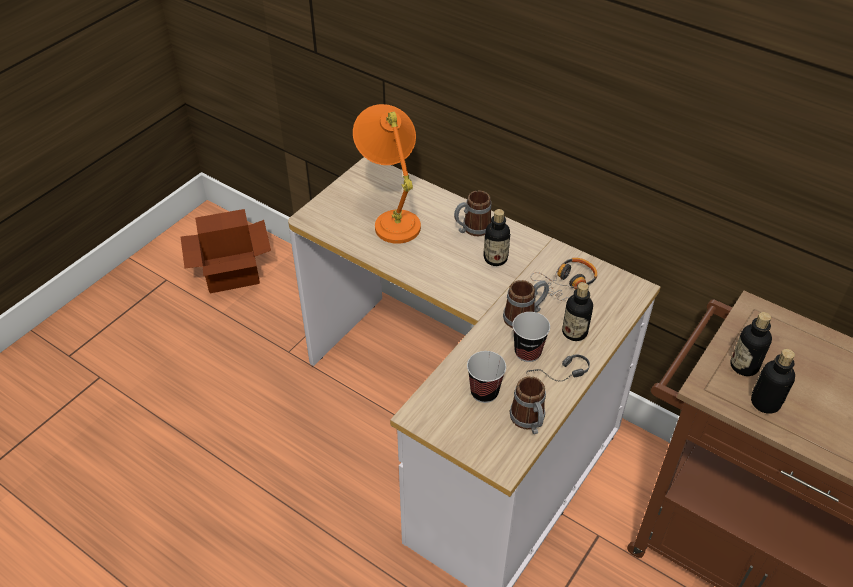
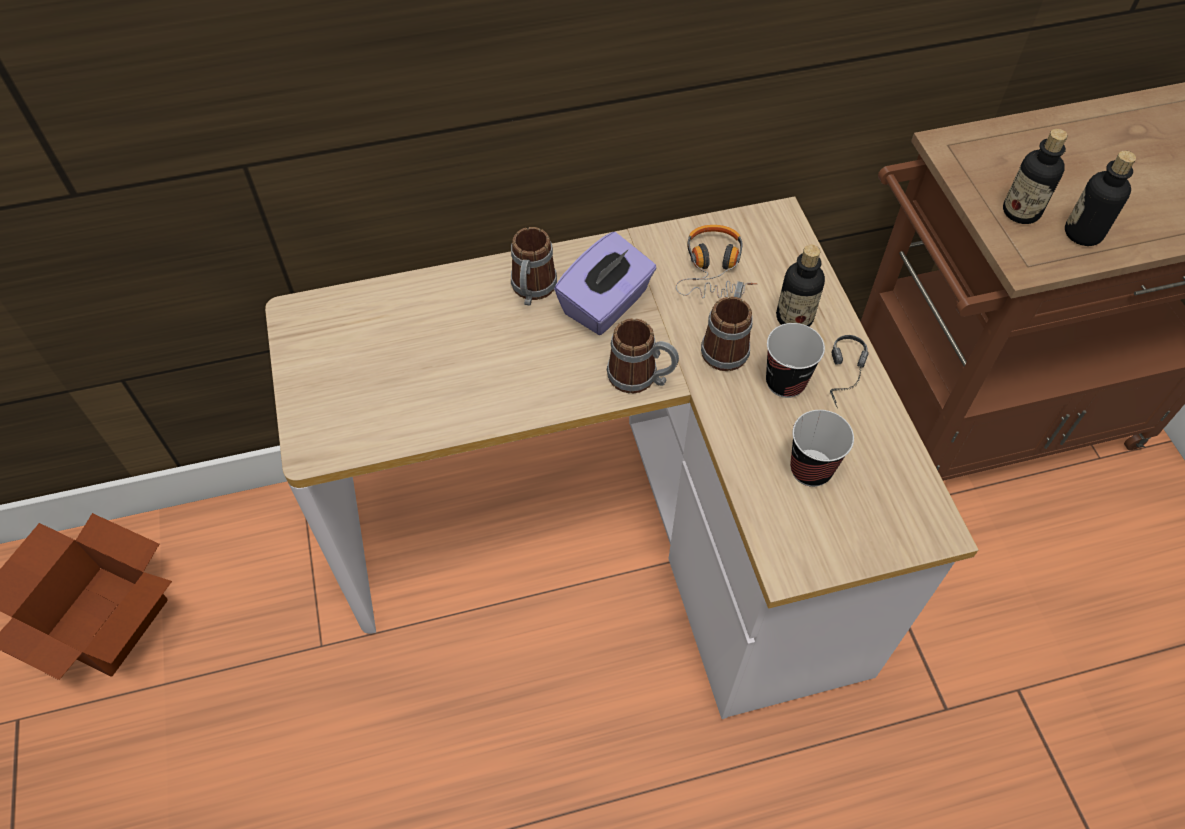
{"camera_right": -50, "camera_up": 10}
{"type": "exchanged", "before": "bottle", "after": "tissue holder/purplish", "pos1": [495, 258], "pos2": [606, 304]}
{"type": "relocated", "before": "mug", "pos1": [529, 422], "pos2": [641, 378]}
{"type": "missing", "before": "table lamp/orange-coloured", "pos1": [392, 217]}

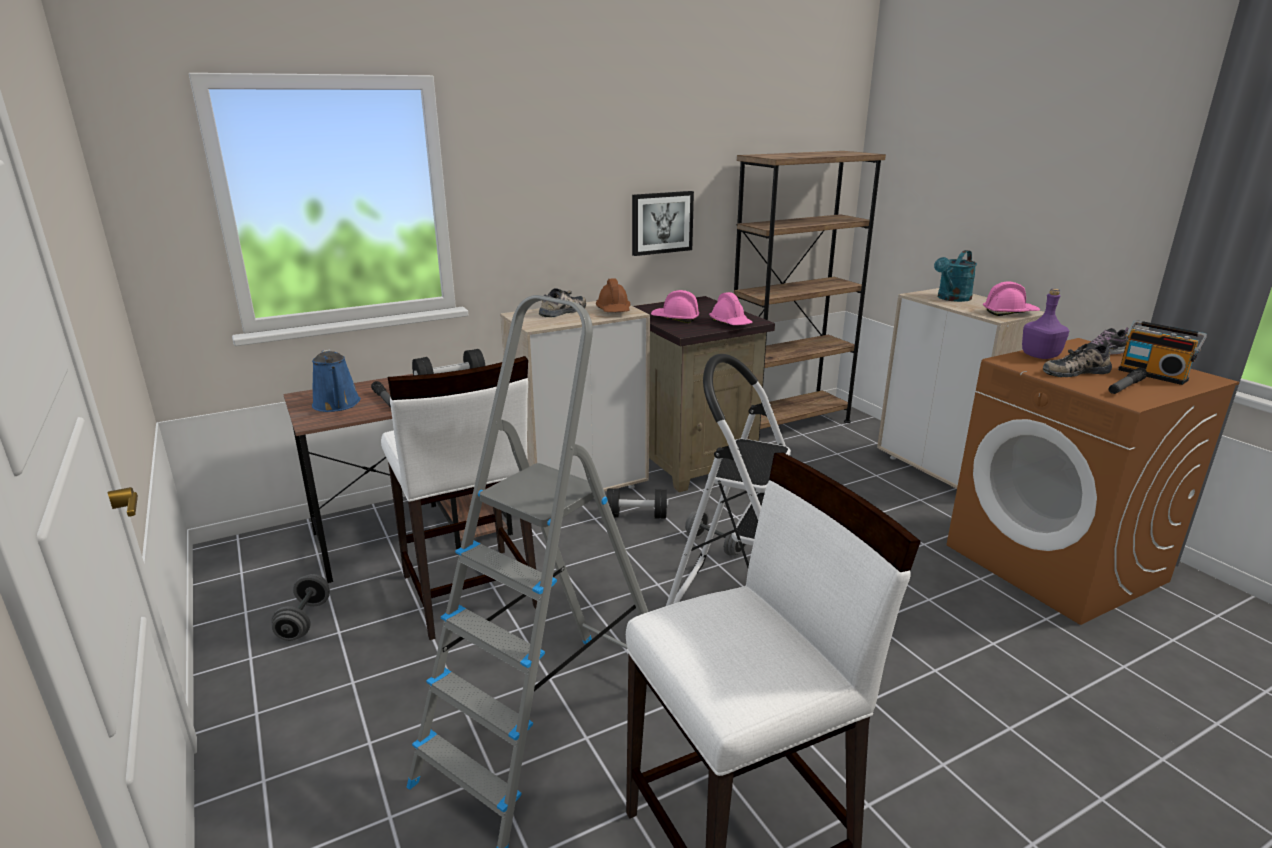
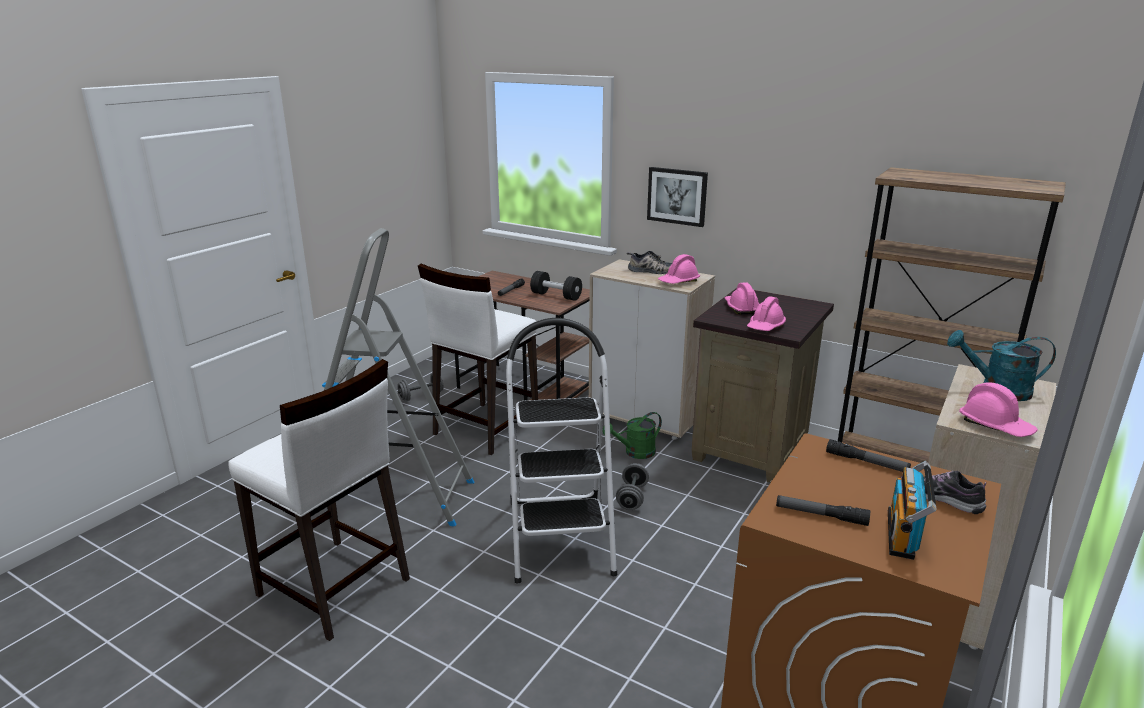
{"camera_right": 60, "camera_up": 0}
{"type": "exchanged", "before": "free weight/black-coloured", "after": "watering pot/green-coloured", "pos1": [636, 516], "pos2": [635, 453]}
{"type": "relocated", "before": "wall art", "pos1": [661, 222], "pos2": [677, 196]}
{"type": "colour", "before": "hard hat/brownish", "after": "hard hat/pink", "pos1": [614, 310], "pos2": [678, 281]}
{"type": "exchanged", "before": "bottle/purplish", "after": "flashlight", "pos1": [1041, 356], "pos2": [866, 462]}
{"type": "missing", "before": "watering pot/blue-coloured", "pos1": [337, 405]}
{"type": "missing", "before": "item of footwear", "pos1": [1075, 371]}

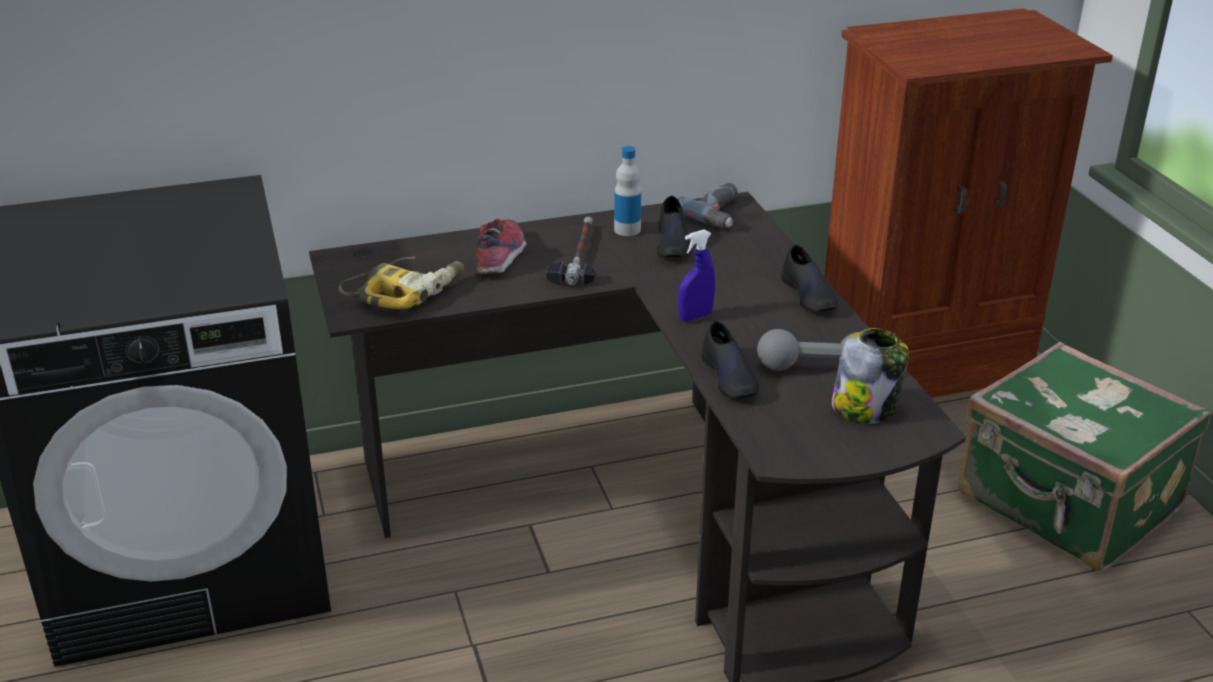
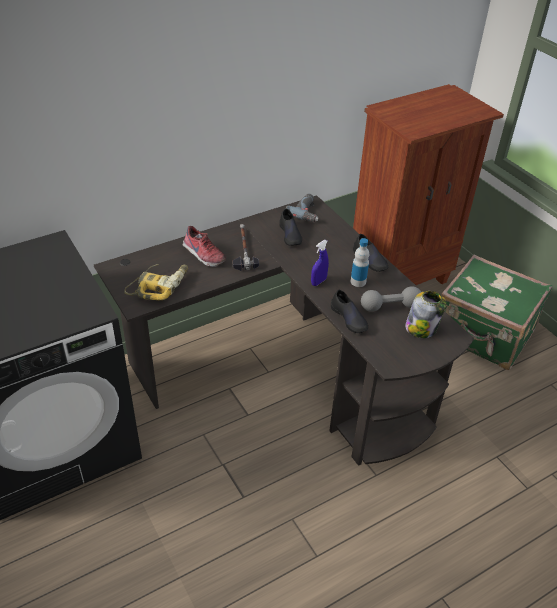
{"camera_right": -15, "camera_up": 10}
{"type": "spun", "before": "item of footwear", "pos1": [502, 256], "pos2": [203, 255], "turn": 135}
{"type": "relocated", "before": "bottle", "pos1": [627, 229], "pos2": [358, 282]}

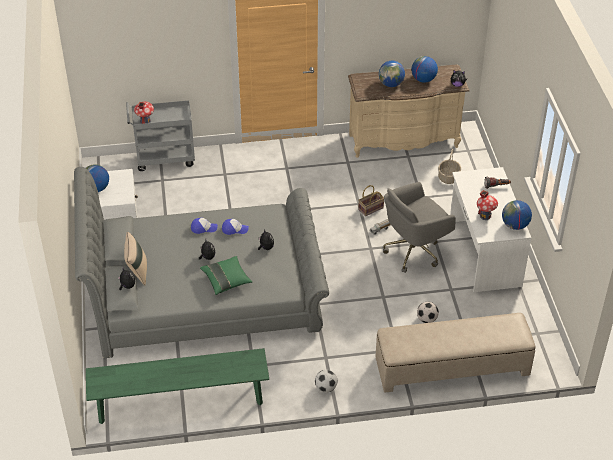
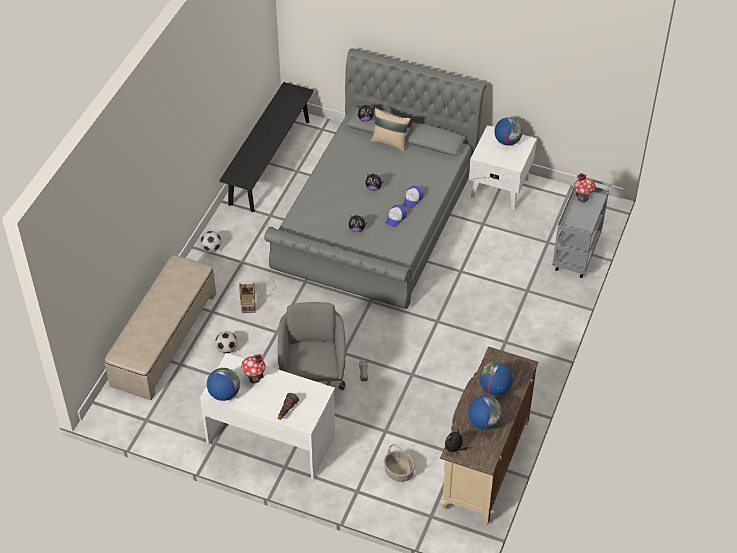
{"camera_right": 120, "camera_up": 5}
{"type": "colour", "before": "bench/green-coloured", "after": "bench/black-coloured", "pos1": [180, 402], "pos2": [269, 162]}
{"type": "relocated", "before": "storage basket", "pos1": [370, 209], "pos2": [248, 303]}
{"type": "missing", "before": "throw pillow/green-coloured", "pos1": [226, 280]}

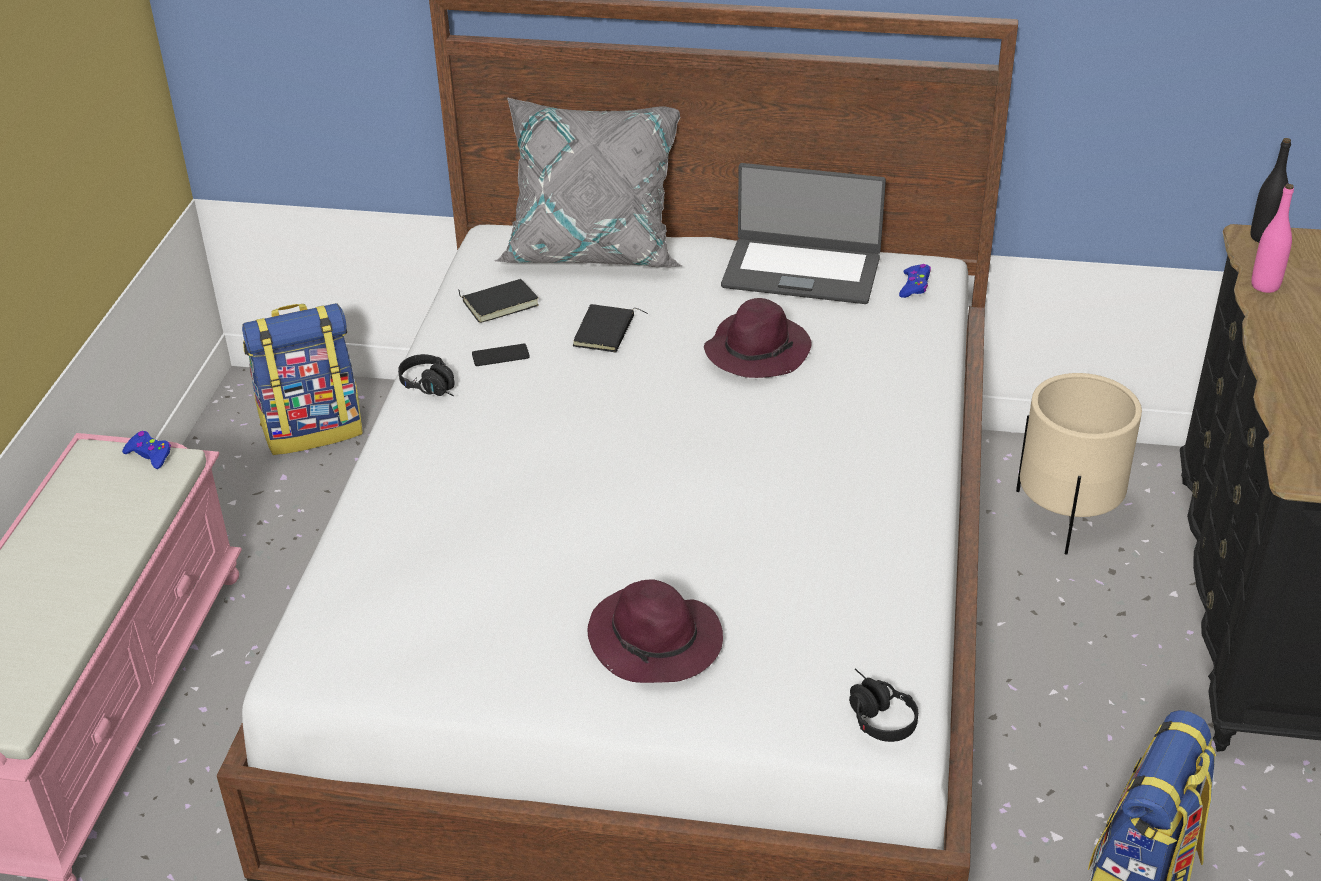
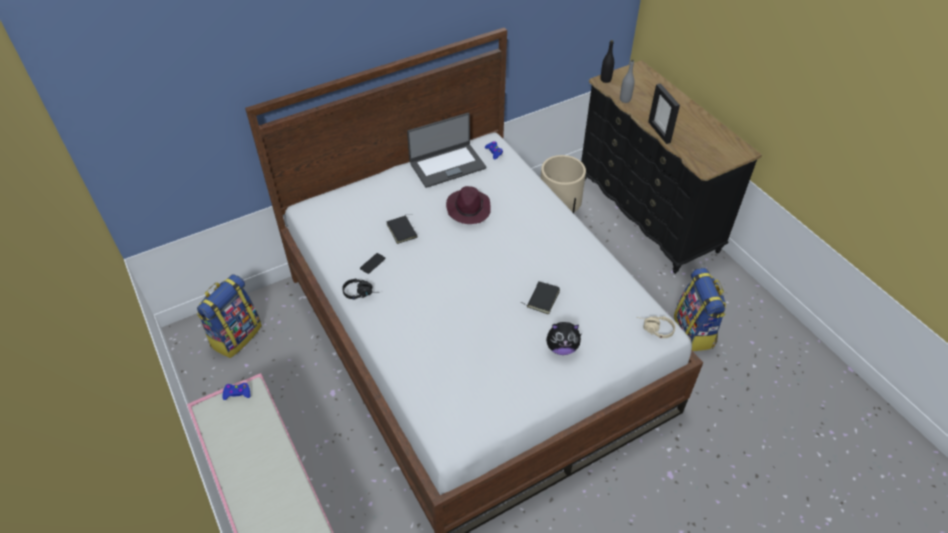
{"camera_right": -40, "camera_up": 10}
{"type": "relocated", "before": "volume/black-coloured", "pos1": [500, 303], "pos2": [542, 298]}
{"type": "exchanged", "before": "wearable hat/purplish", "after": "cuddly toy", "pos1": [657, 642], "pos2": [561, 347]}
{"type": "colour", "before": "bottle/pink", "after": "bottle/greyish", "pos1": [1265, 286], "pos2": [625, 99]}
{"type": "colour", "before": "pair of headphones/black-coloured", "after": "pair of headphones/beige", "pos1": [874, 714], "pos2": [654, 329]}
{"type": "appeared", "after": "photo frame", "pos2": [660, 132]}
{"type": "missing", "before": "throw pillow/greyish", "pos1": [594, 247]}

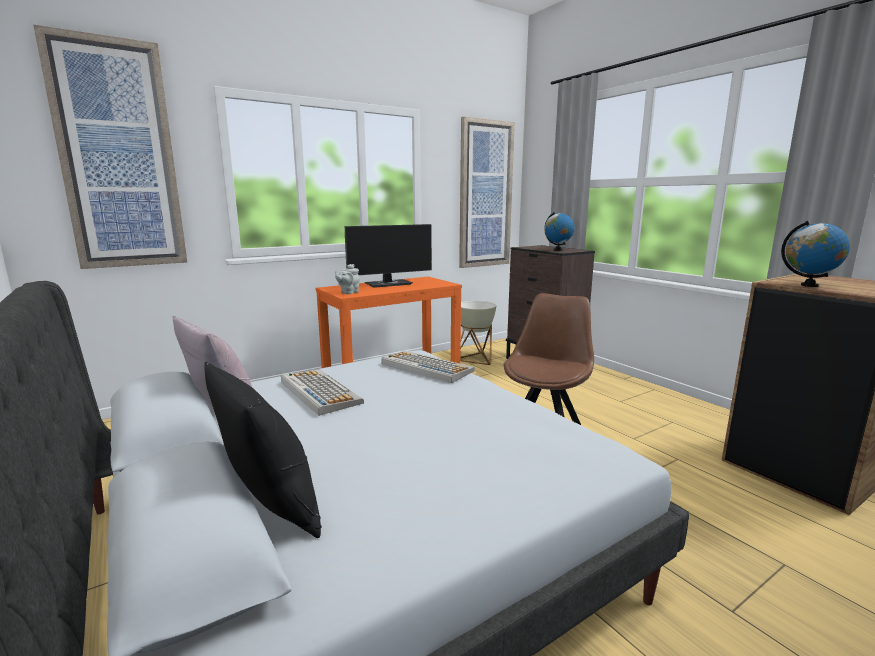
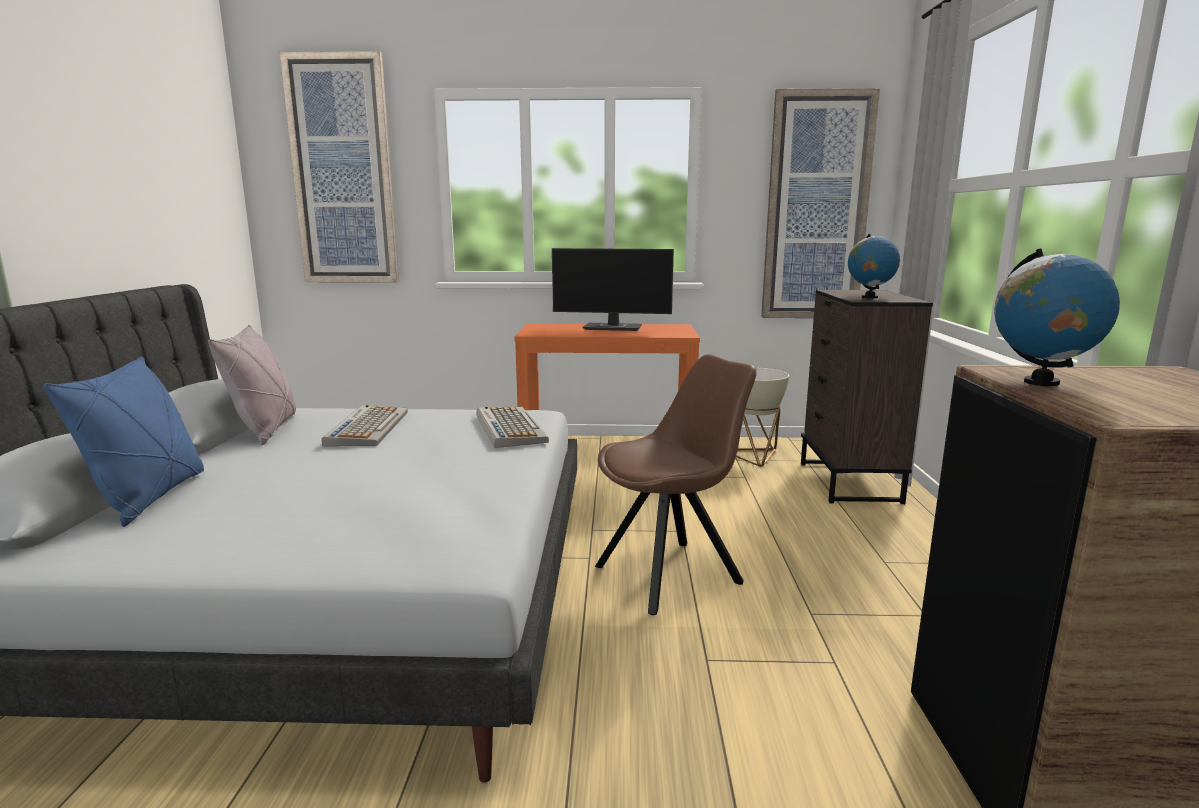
{"camera_right": 35, "camera_up": 0}
{"type": "colour", "before": "throw pillow/black-coloured", "after": "throw pillow/blue-coloured", "pos1": [271, 506], "pos2": [150, 497]}
{"type": "missing", "before": "tea pot/greyish", "pos1": [348, 292]}

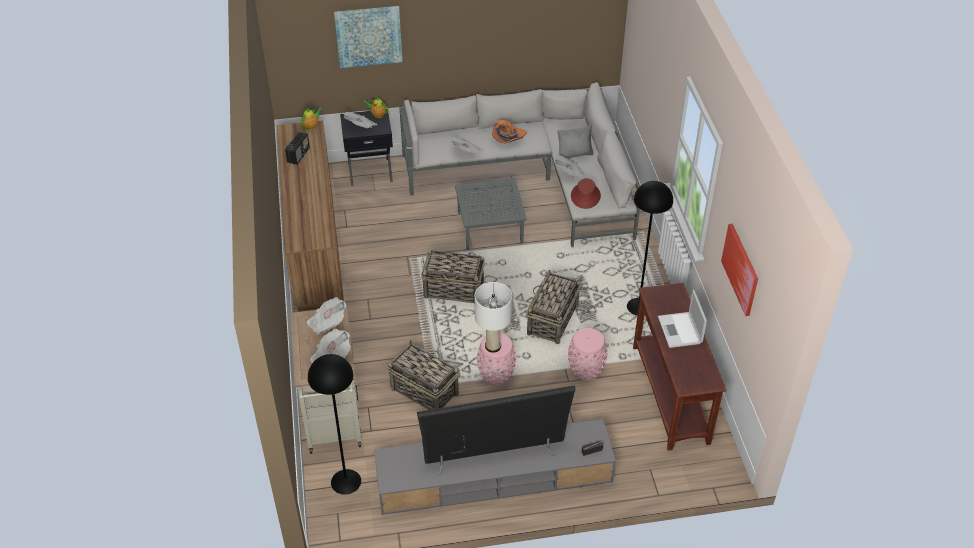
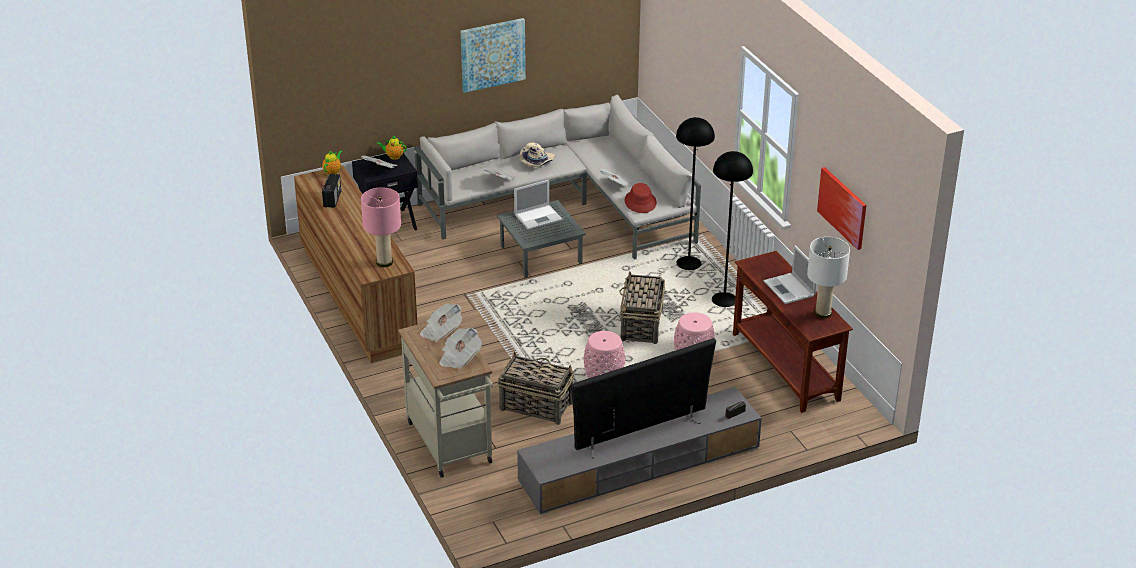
{"camera_right": -15, "camera_up": -10}
{"type": "appeared", "after": "table lamp/pink", "pos2": [384, 262]}
{"type": "relocated", "before": "wall art", "pos1": [368, 36], "pos2": [492, 54]}
{"type": "appeared", "after": "laptop", "pos2": [539, 217]}
{"type": "colour", "before": "wearable hat/orange-coloured", "after": "wearable hat/beige", "pos1": [508, 138], "pos2": [537, 163]}
{"type": "relocated", "before": "floor lamp/black-coloured", "pos1": [345, 481], "pos2": [688, 263]}
{"type": "relocated", "before": "table lamp/white", "pos1": [493, 346], "pos2": [823, 313]}
{"type": "missing", "before": "storage basket", "pos1": [454, 290]}
{"type": "missing", "before": "throw pillow/greyish", "pos1": [575, 154]}

